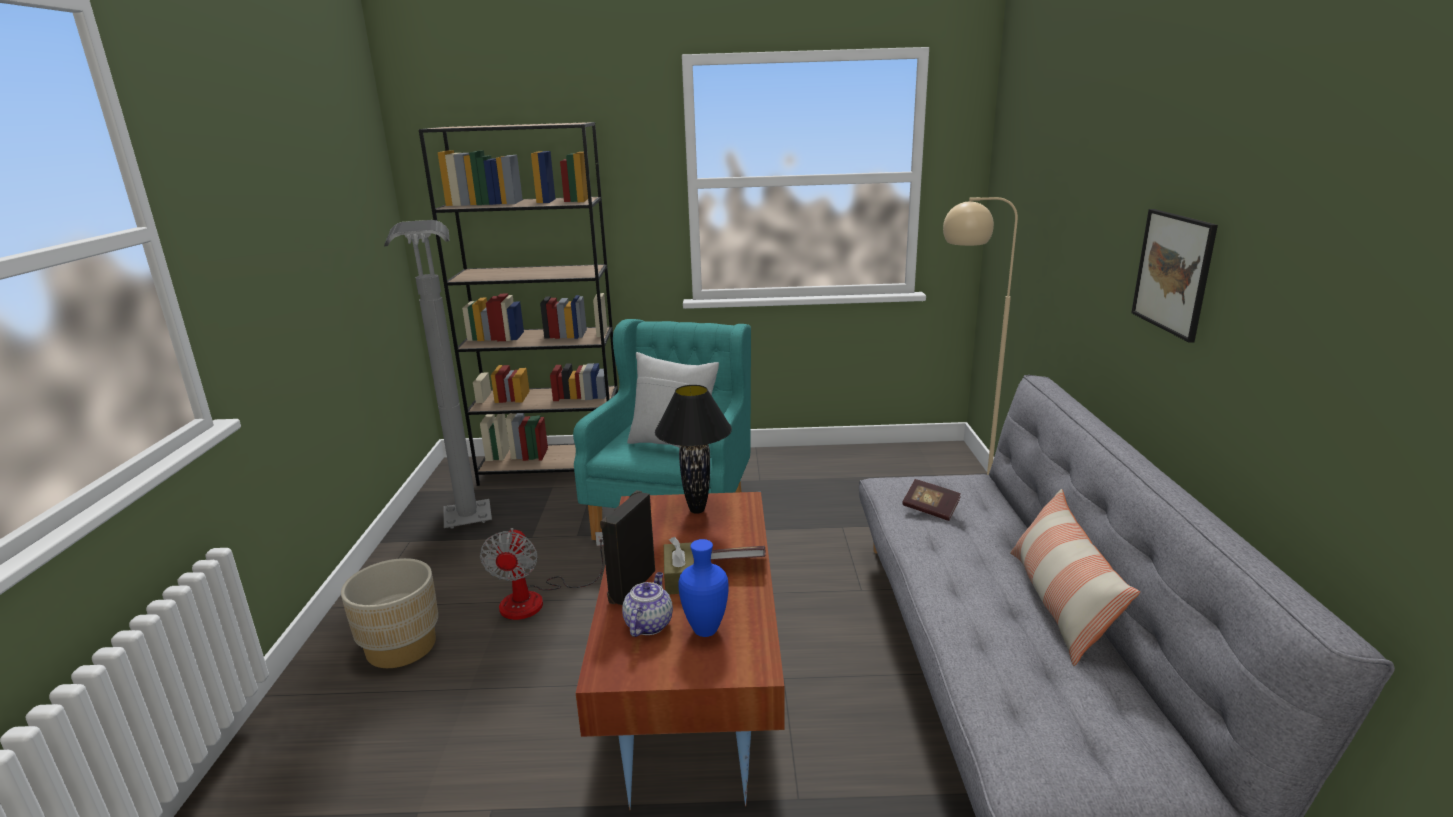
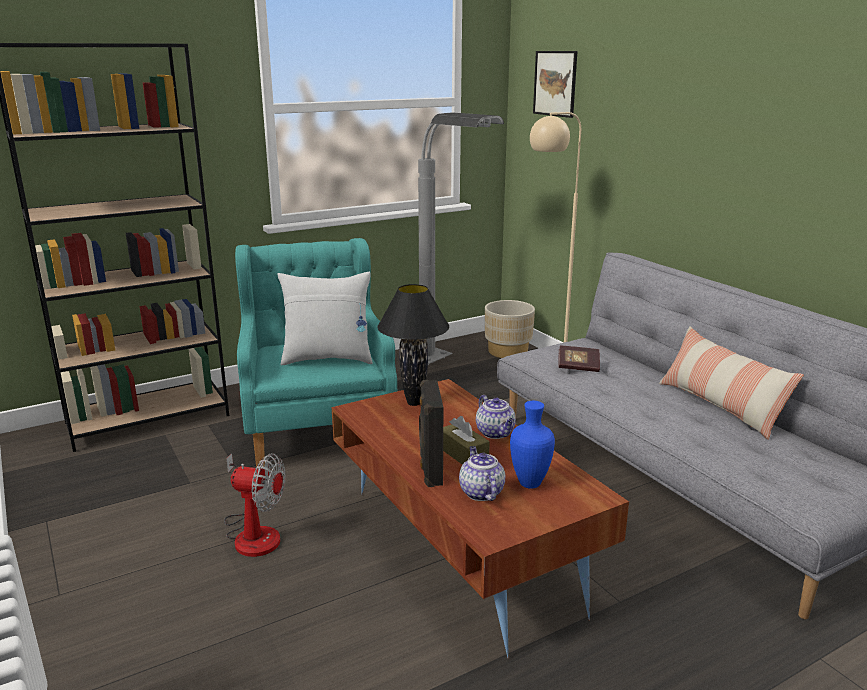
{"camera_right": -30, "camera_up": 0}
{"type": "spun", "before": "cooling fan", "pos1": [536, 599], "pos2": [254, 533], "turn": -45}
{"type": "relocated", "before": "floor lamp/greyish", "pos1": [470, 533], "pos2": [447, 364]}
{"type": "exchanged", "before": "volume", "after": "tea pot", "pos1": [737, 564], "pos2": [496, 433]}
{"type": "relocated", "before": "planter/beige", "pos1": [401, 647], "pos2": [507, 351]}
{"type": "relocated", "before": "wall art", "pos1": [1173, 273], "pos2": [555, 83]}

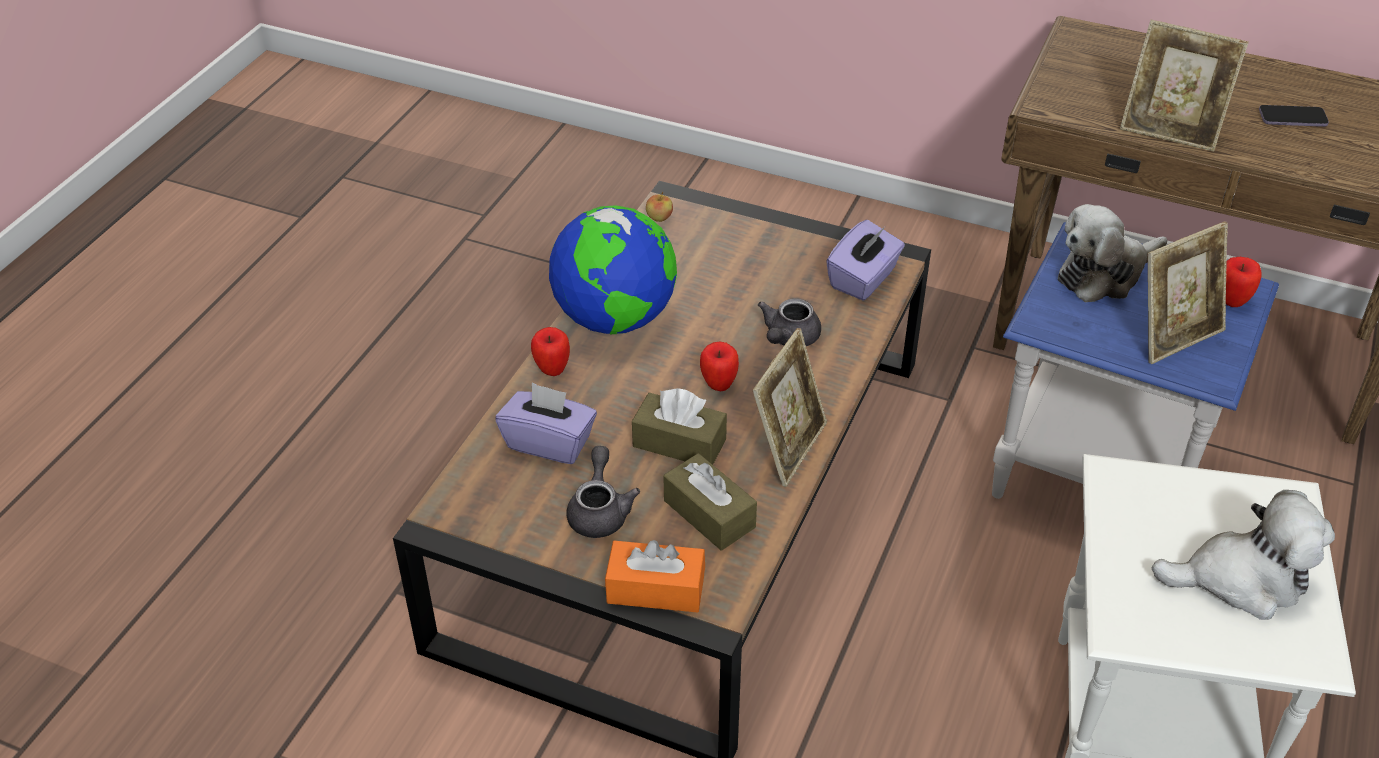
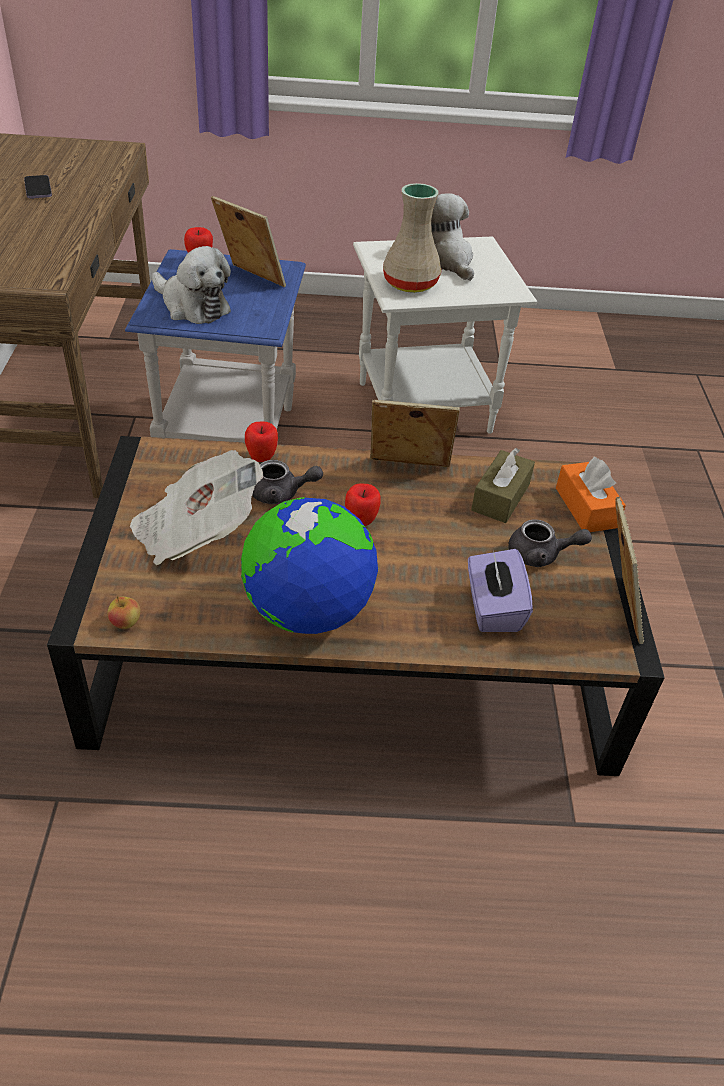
{"camera_right": -115, "camera_up": 0}
{"type": "appeared", "after": "printed paper", "pos2": [196, 532]}
{"type": "relocated", "before": "apple", "pos1": [552, 370], "pos2": [261, 458]}
{"type": "appeared", "after": "flower vase/beige", "pos2": [411, 284]}
{"type": "spun", "before": "tea pot/greyish", "pos1": [600, 510], "pos2": [541, 555], "turn": -150}
{"type": "relocated", "before": "photo frame", "pos1": [1170, 131], "pos2": [616, 607]}
{"type": "missing", "before": "tissue holder/brownish", "pos1": [679, 443]}
{"type": "missing", "before": "tissue holder/purplish", "pos1": [863, 279]}

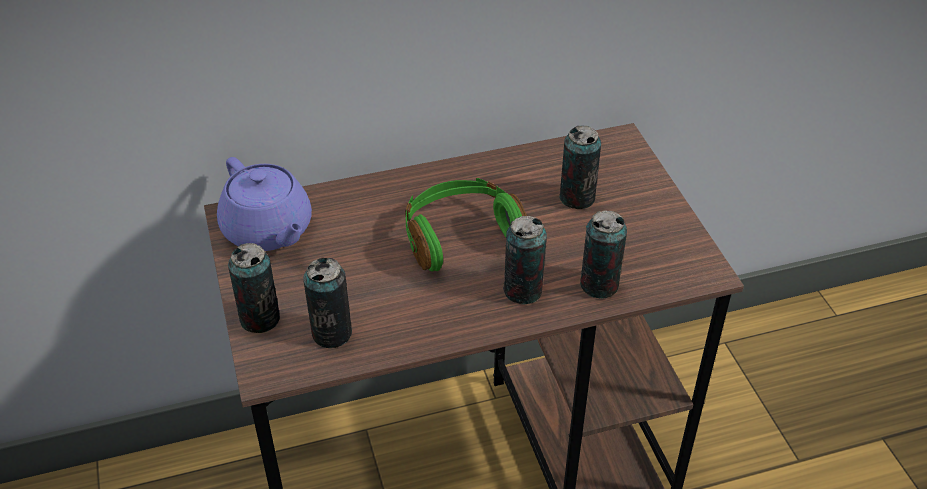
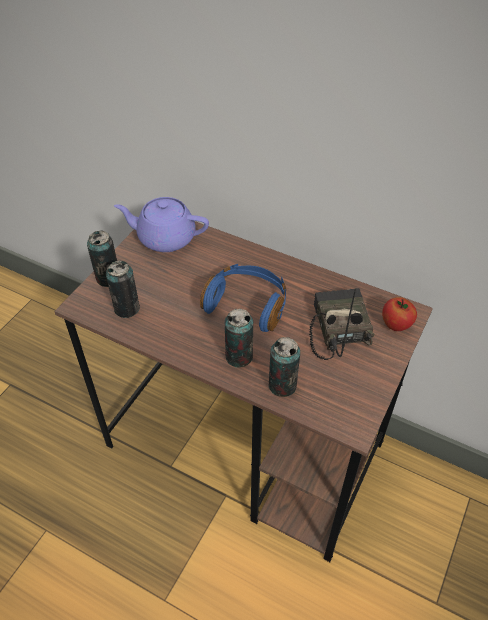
{"camera_right": 45, "camera_up": 5}
{"type": "spun", "before": "tea pot/purplish", "pos1": [268, 230], "pos2": [165, 238], "turn": 90}
{"type": "colour", "before": "pair of headphones/green-coloured", "after": "pair of headphones/blue-coloured", "pos1": [461, 236], "pos2": [247, 304]}
{"type": "exchanged", "before": "can", "after": "radio receiver", "pos1": [577, 198], "pos2": [336, 328]}
{"type": "appeared", "after": "apple", "pos2": [396, 325]}

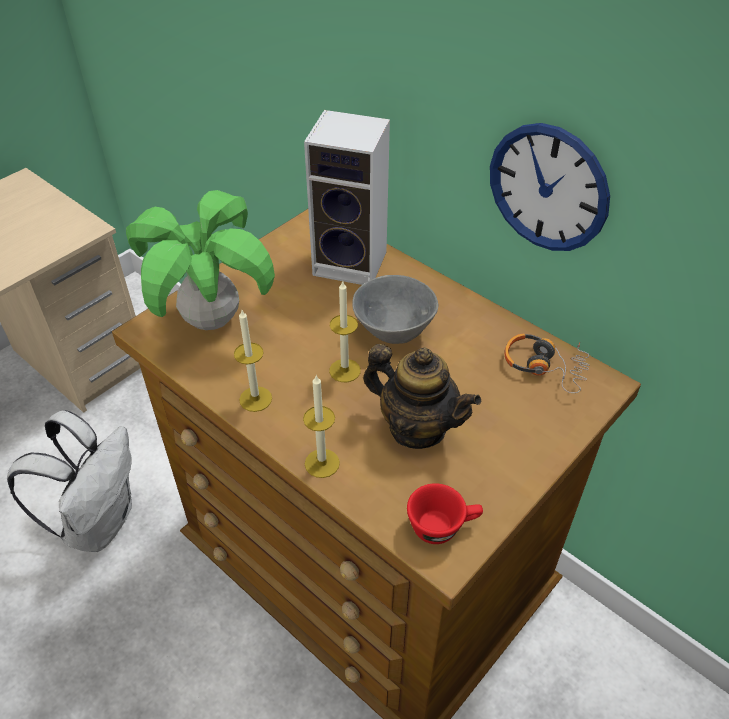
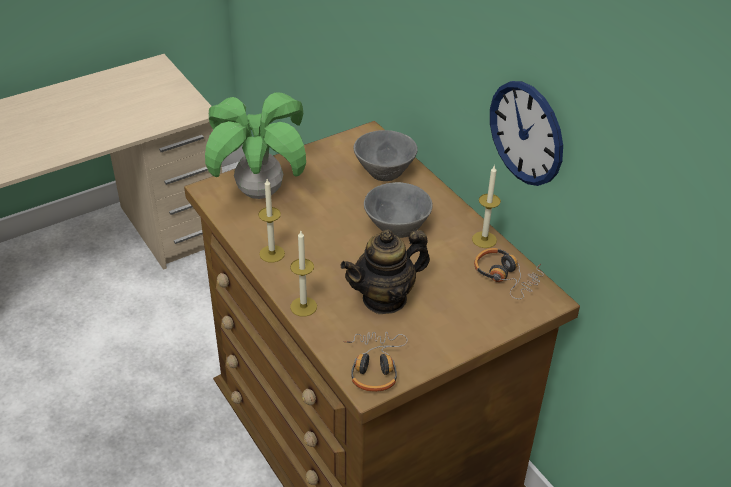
{"camera_right": 15, "camera_up": -5}
{"type": "spun", "before": "tea pot", "pos1": [417, 427], "pos2": [385, 298], "turn": 105}
{"type": "exchanged", "before": "cup/reddish", "after": "pair of headphones", "pos1": [442, 526], "pos2": [374, 366]}
{"type": "exchanged", "before": "speaker", "after": "bowl/greyish", "pos1": [353, 263], "pos2": [386, 171]}
{"type": "relocated", "before": "wax candle", "pos1": [345, 370], "pos2": [484, 239]}
{"type": "missing", "before": "knapsack/white", "pos1": [99, 521]}

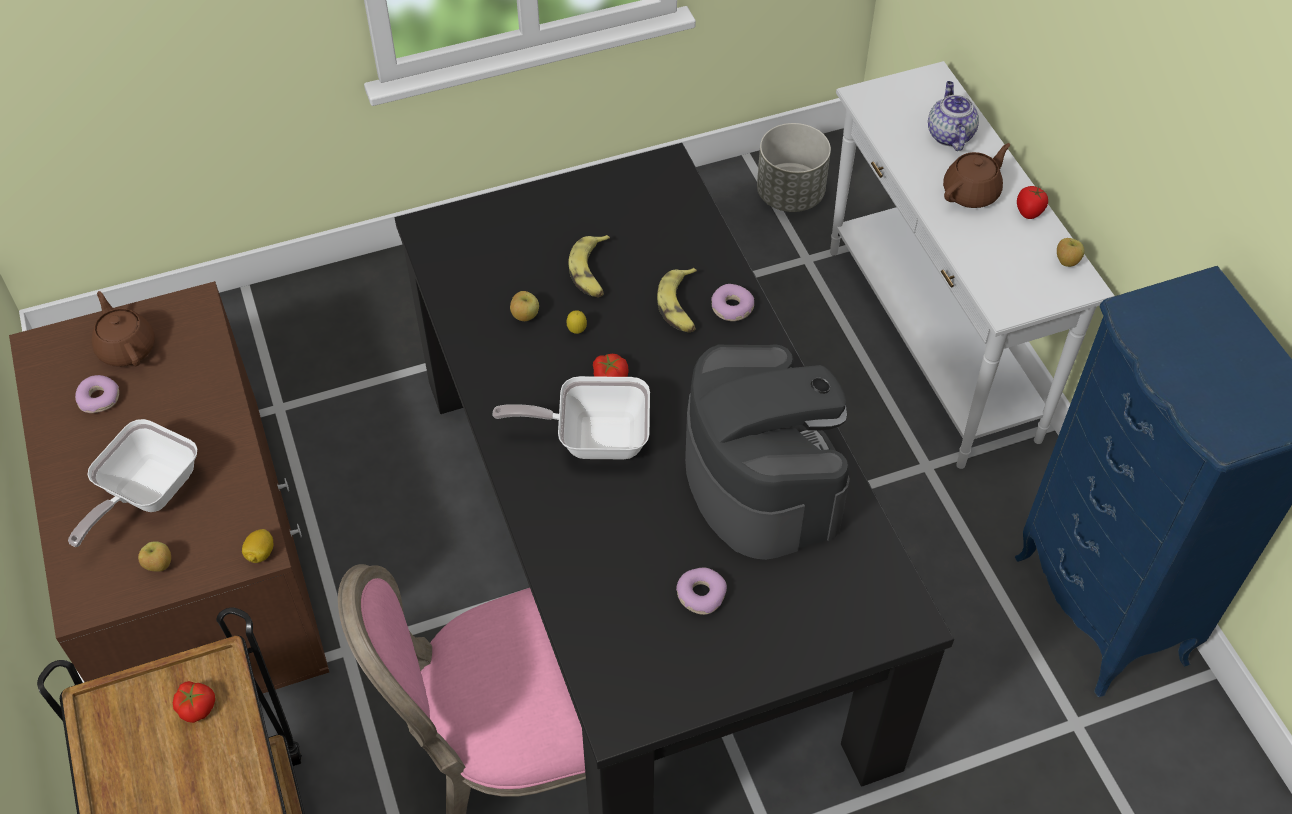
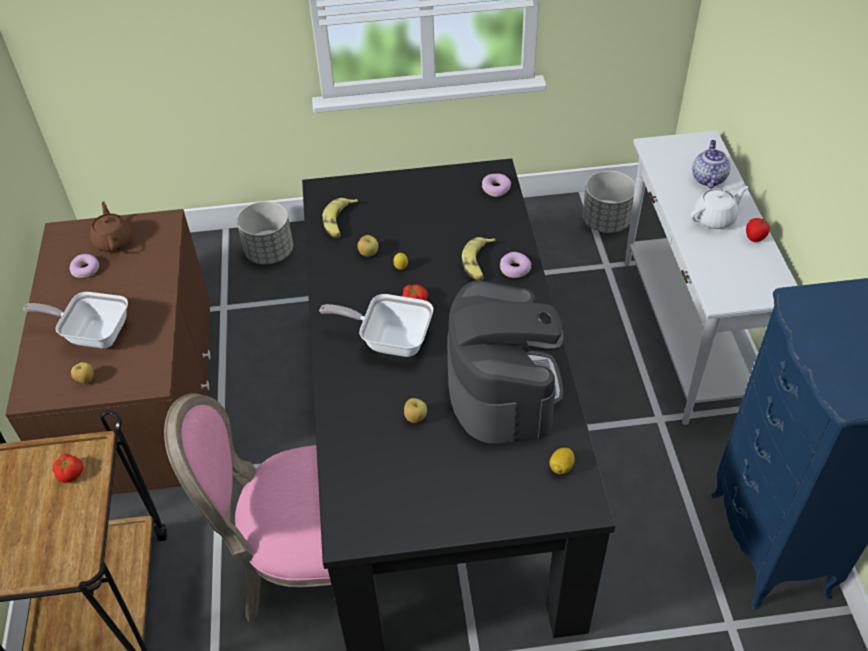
{"camera_right": 15, "camera_up": -5}
{"type": "spun", "before": "pan", "pos1": [145, 494], "pos2": [93, 333], "turn": 60}
{"type": "appeared", "after": "planter/greyish", "pos2": [270, 252]}
{"type": "relocated", "before": "banana fruit", "pos1": [592, 272], "pos2": [339, 222]}
{"type": "relocated", "before": "apple", "pos1": [1066, 262], "pos2": [415, 418]}
{"type": "relocated", "before": "doughnut", "pos1": [700, 594], "pos2": [496, 188]}
{"type": "relocated", "before": "citrus fruit", "pos1": [260, 553], "pos2": [561, 467]}
{"type": "colour", "before": "tea pot/brownish", "after": "tea pot/white", "pos1": [972, 192], "pos2": [714, 218]}

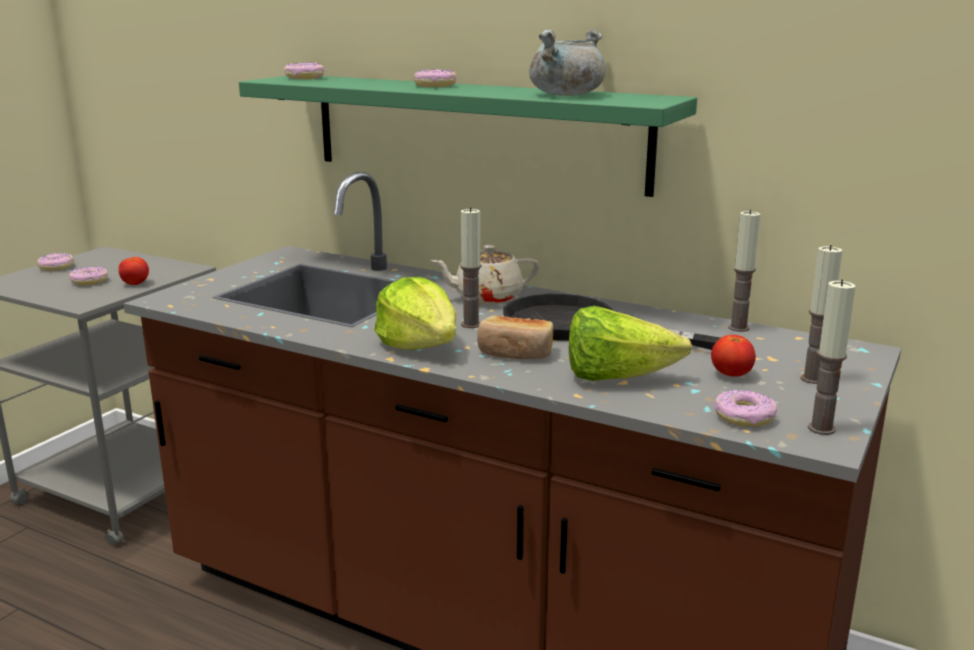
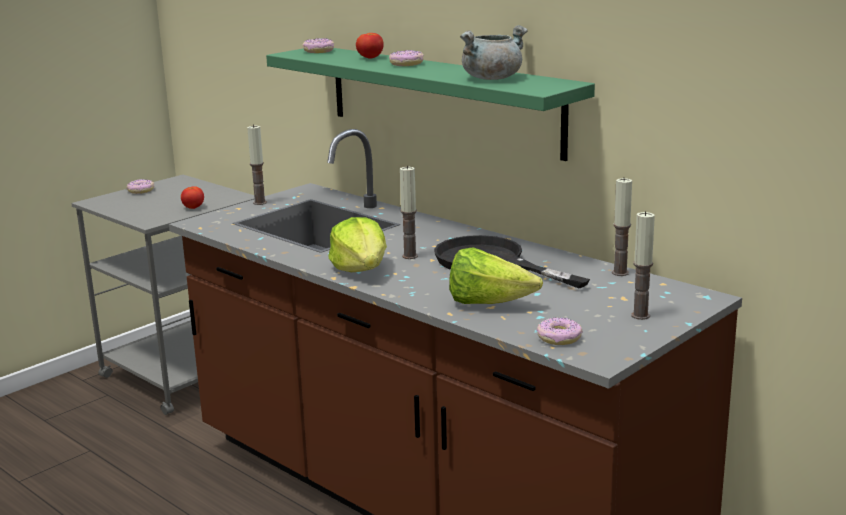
{"camera_right": 15, "camera_up": 0}
{"type": "relocated", "before": "wax candle", "pos1": [821, 428], "pos2": [259, 203]}
{"type": "relocated", "before": "whole tomato", "pos1": [731, 375], "pos2": [370, 58]}
{"type": "missing", "before": "doughnut", "pos1": [89, 281]}
{"type": "missing", "before": "tea pot/beige", "pos1": [486, 298]}
{"type": "missing", "before": "baked bread", "pos1": [515, 353]}

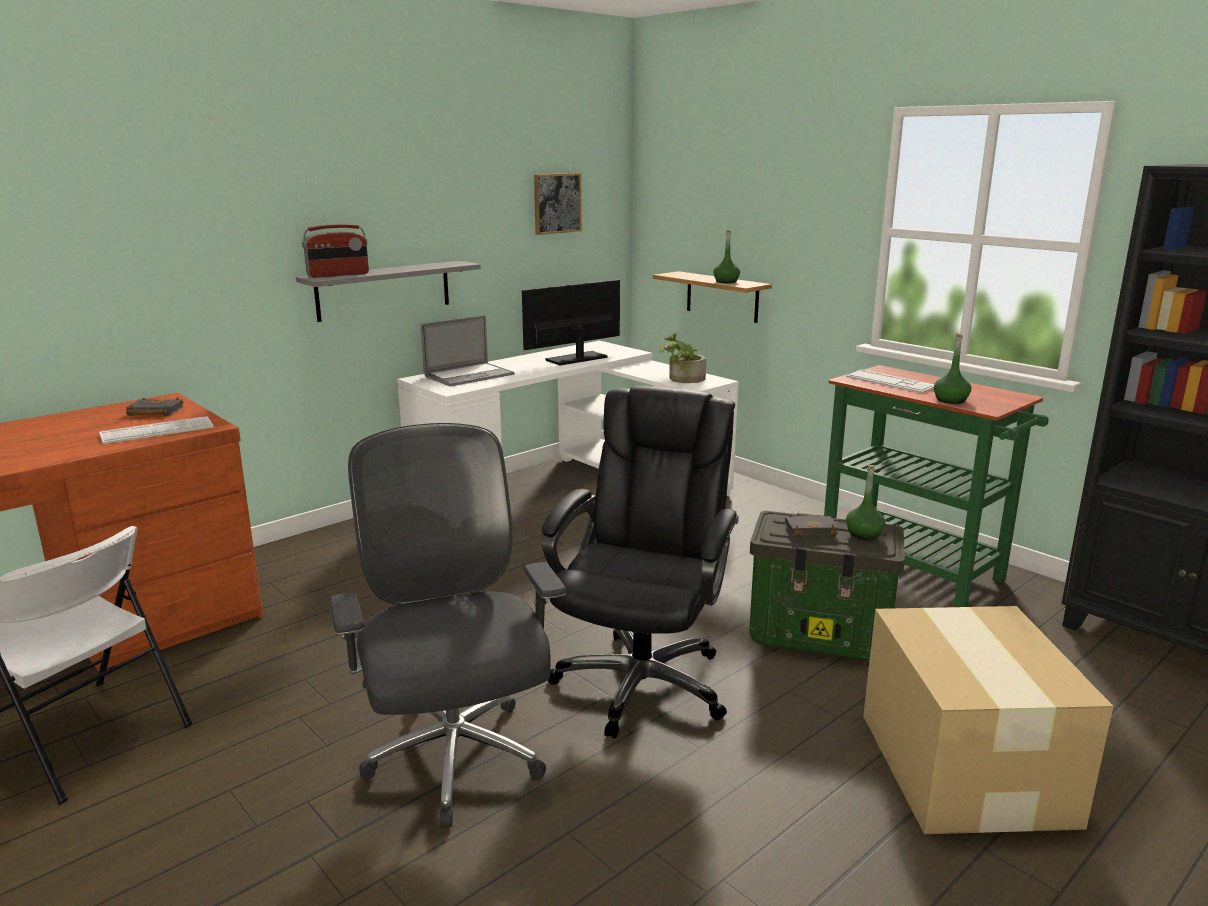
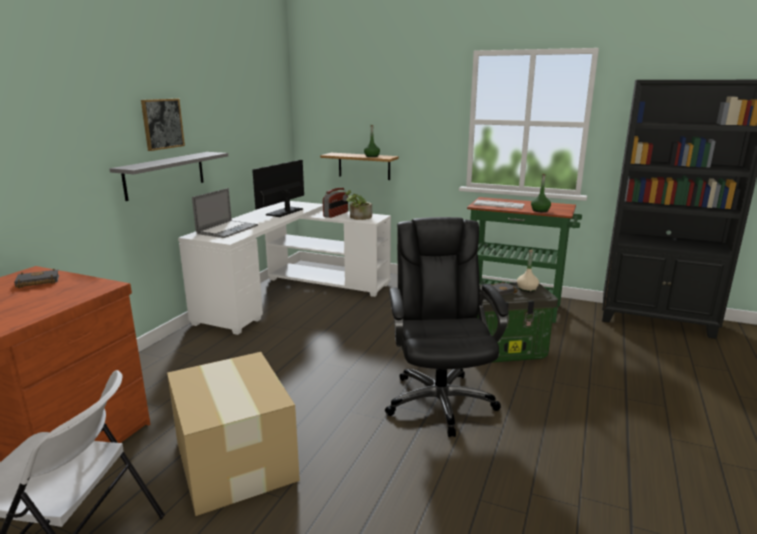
{"camera_right": -25, "camera_up": 0}
{"type": "relocated", "before": "wall art", "pos1": [557, 203], "pos2": [162, 124]}
{"type": "relocated", "before": "cardboard box", "pos1": [965, 765], "pos2": [236, 459]}
{"type": "relocated", "before": "radio receiver", "pos1": [338, 275], "pos2": [336, 214]}
{"type": "colour", "before": "bottle/green-coloured", "after": "bottle/beige", "pos1": [863, 534], "pos2": [527, 289]}
{"type": "missing", "before": "keyboard", "pos1": [157, 431]}
{"type": "missing", "before": "office chair", "pos1": [456, 757]}

